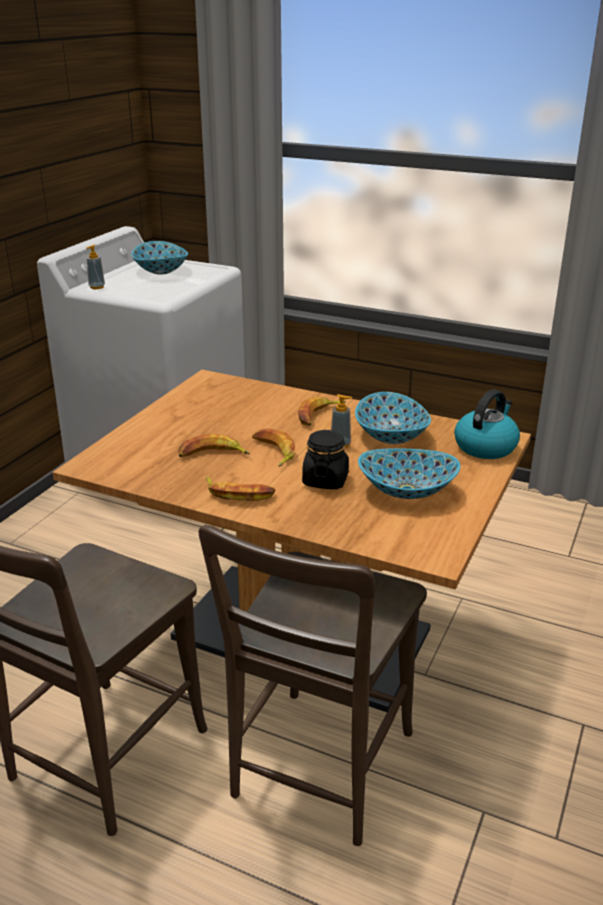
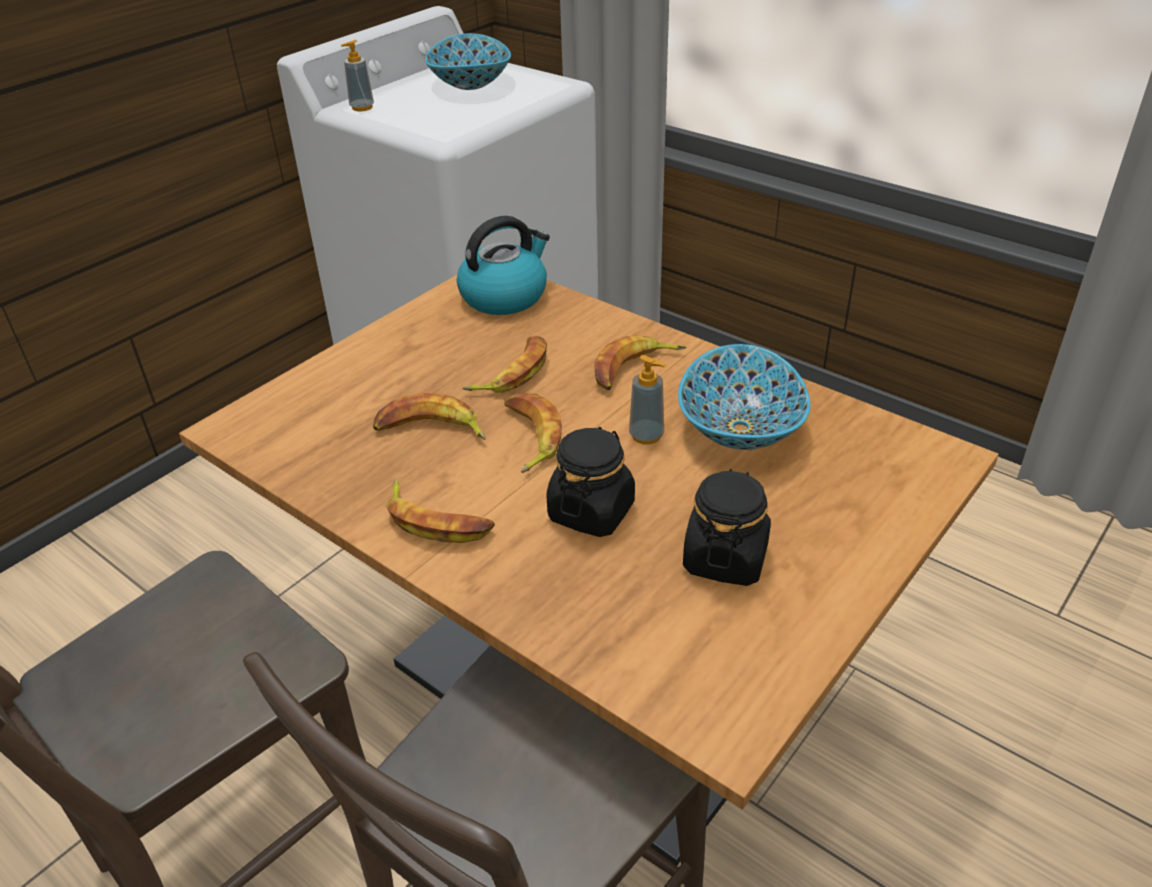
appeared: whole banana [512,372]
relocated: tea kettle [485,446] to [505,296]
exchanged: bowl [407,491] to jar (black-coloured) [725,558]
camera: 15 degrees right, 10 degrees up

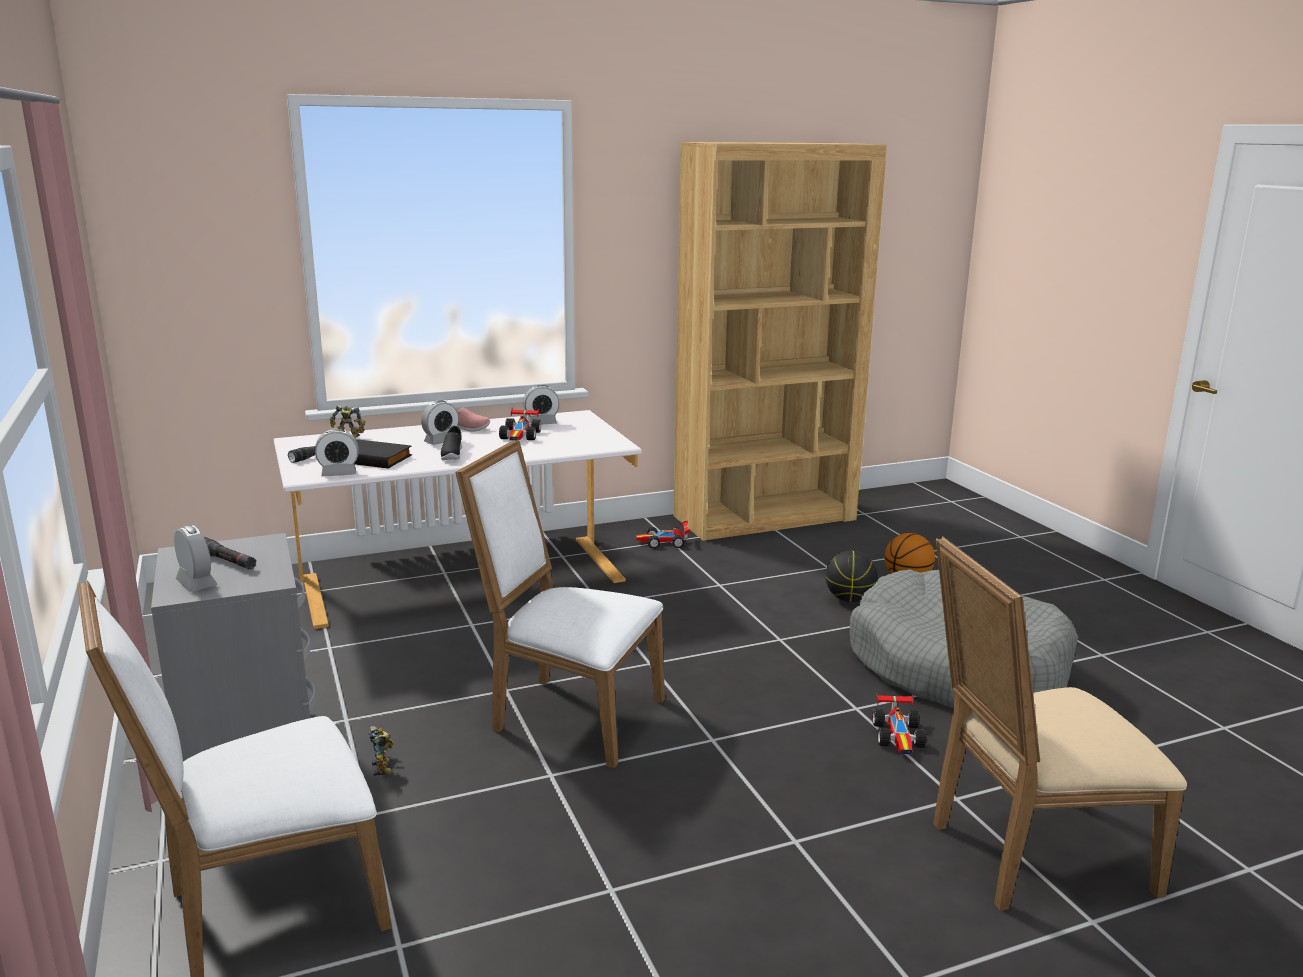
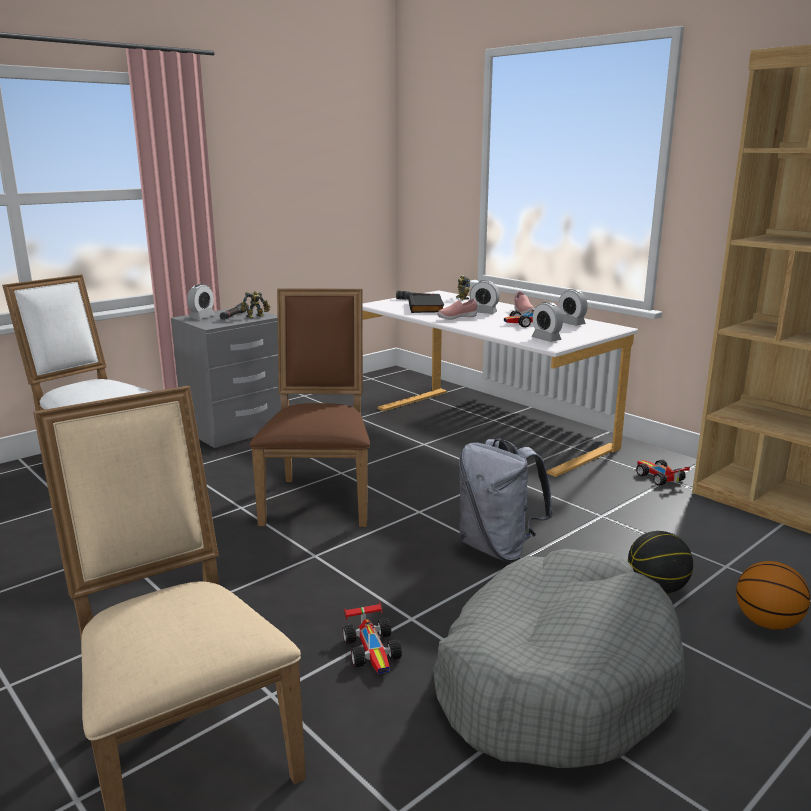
appeared: rucksack (greyish) [498,548]
relocated: bedside clock [339,473] to [546,339]; model robot [384,767] to [256,317]
colour: item of footwear (black-coloured) [451,455] to item of footwear (pink) [456,318]; chair (white) [569,715] to chair (brown) [320,498]
spun: miniature car [899,735] = [373,649] 90 degrees counterclockwise
camera: 70 degrees right, 0 degrees up

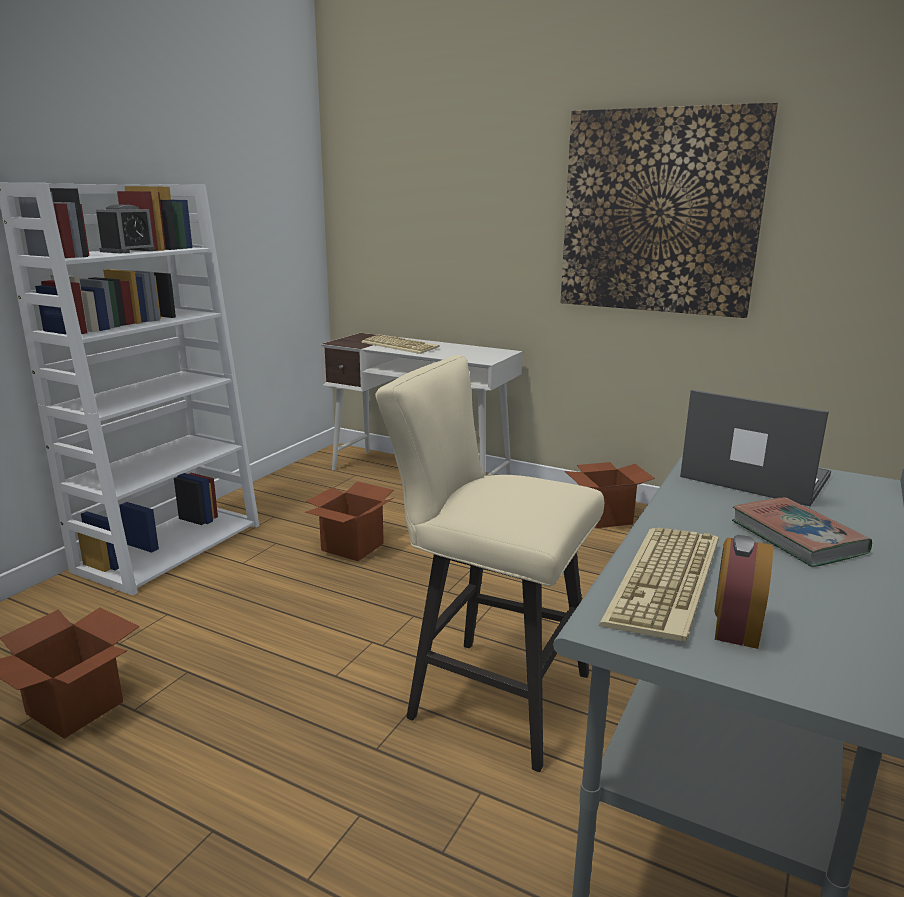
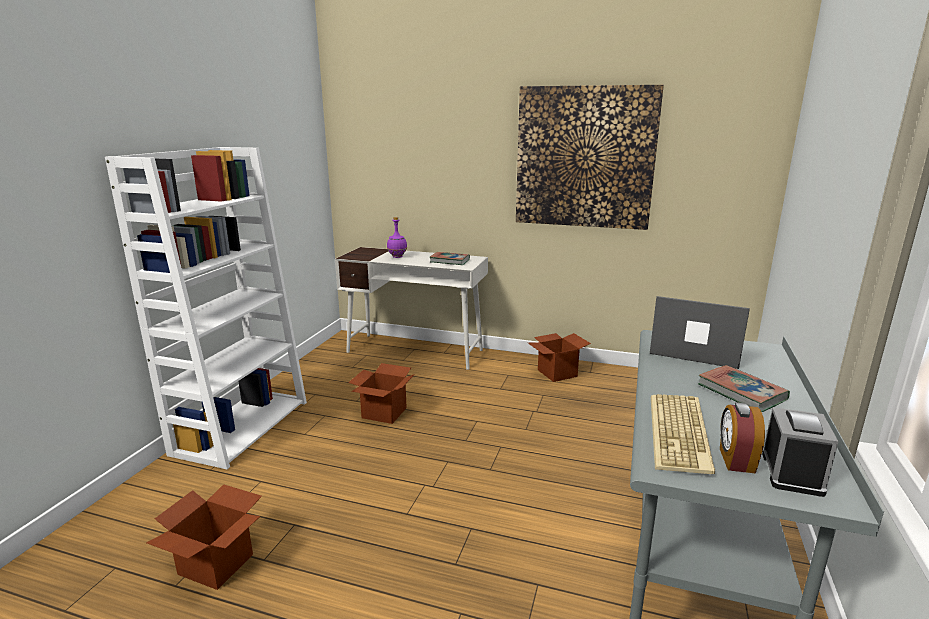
missing: sitting stool (beige-coloured) [487,694]
appeared: volume [449,261]
relocated: bedside clock [128,251] to [792,473]
exchanged: keyboard [401,345] to bottle (purple) [397,257]
camera: 10 degrees left, 0 degrees up

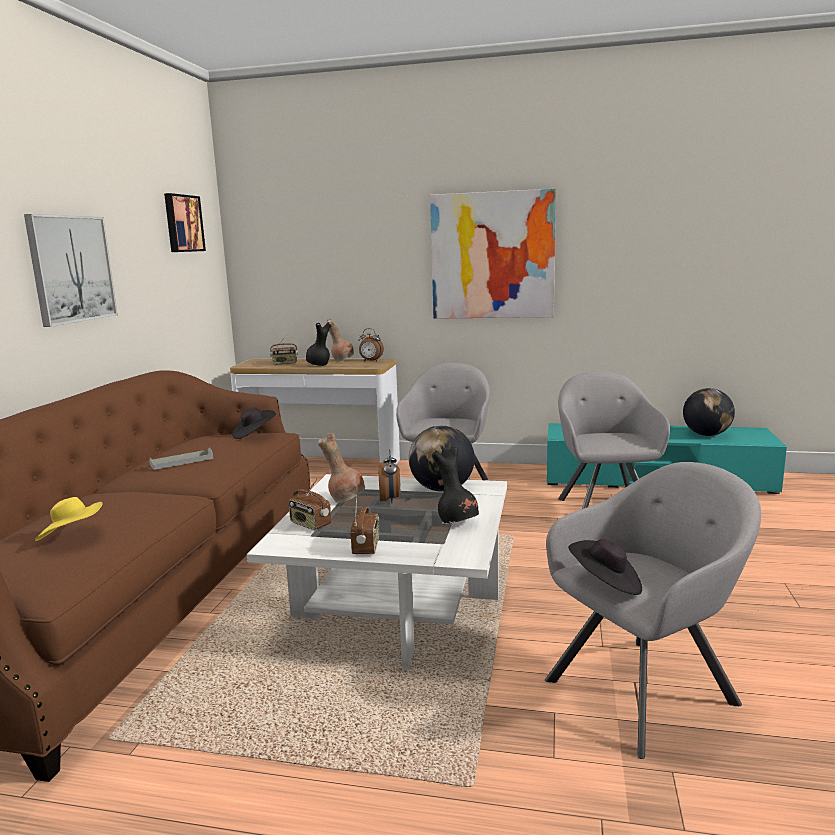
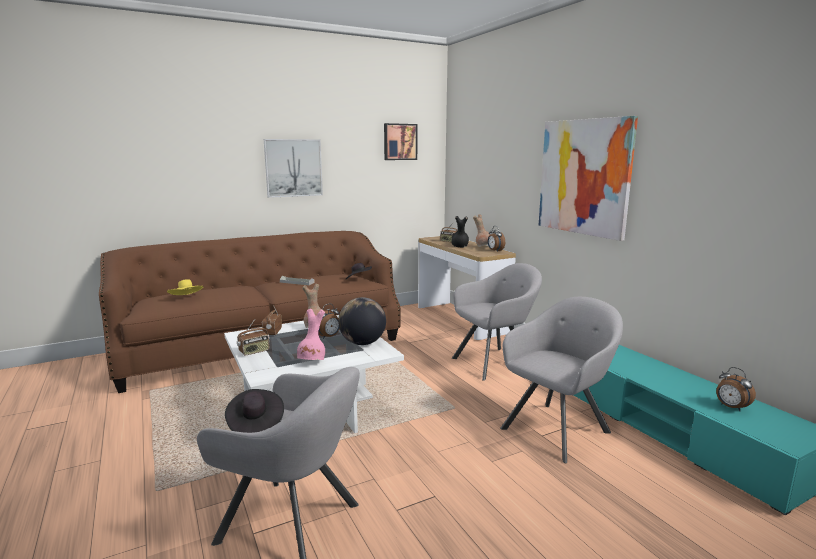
exchanged: globe [706,434] to bedside clock [731,407]
colour: decorative vase (black-coloured) [457,522] to decorative vase (pink) [312,361]
camera: 50 degrees right, 0 degrees up

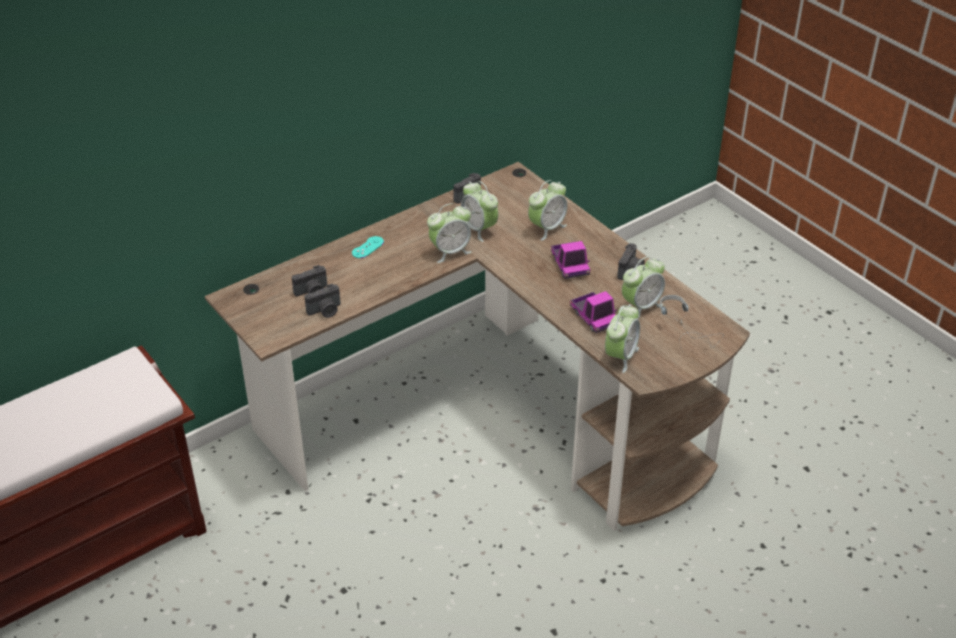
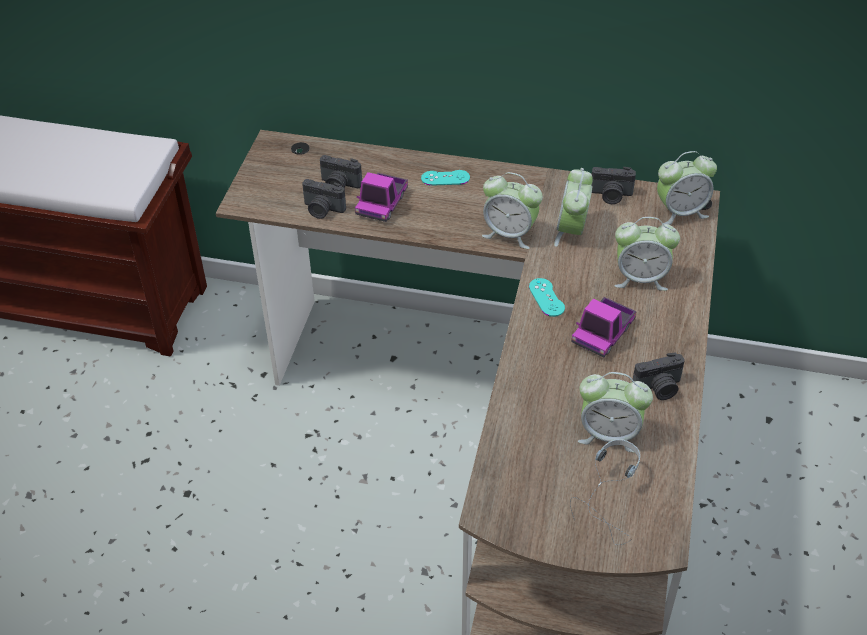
appeared: joypad (turquoise) [546,297]
relocated: toy lorry [594,318] to [382,204]; bedside clock [620,356] to [680,212]
camera: 50 degrees right, 5 degrees up

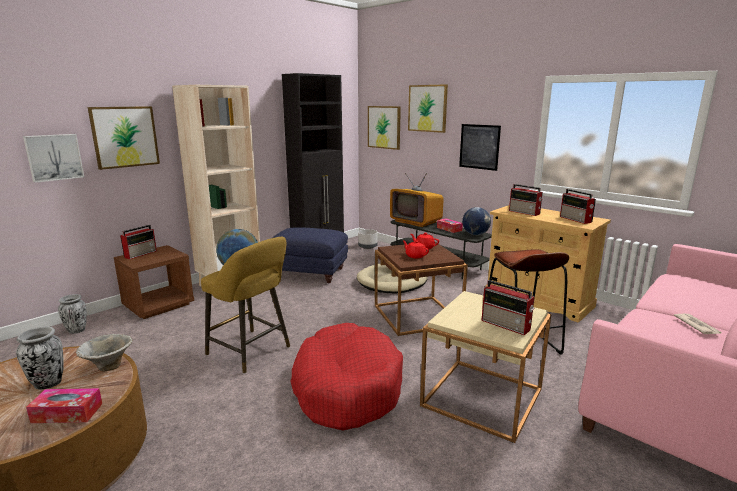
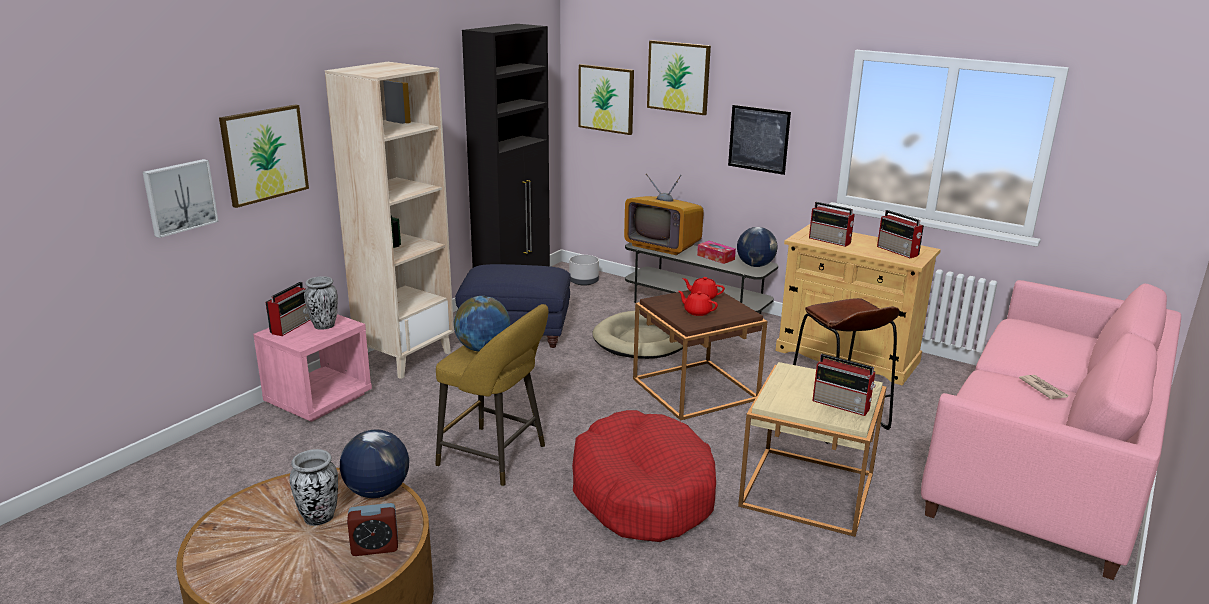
relocated: decorative vase [77,330] to [324,326]
exchanged: bowl [108,367] to globe [377,491]; tissue holder [67,413] to bedside clock [375,548]
colour: night table (brown) [159,305] to night table (pink) [319,399]
camera: 10 degrees left, 5 degrees up

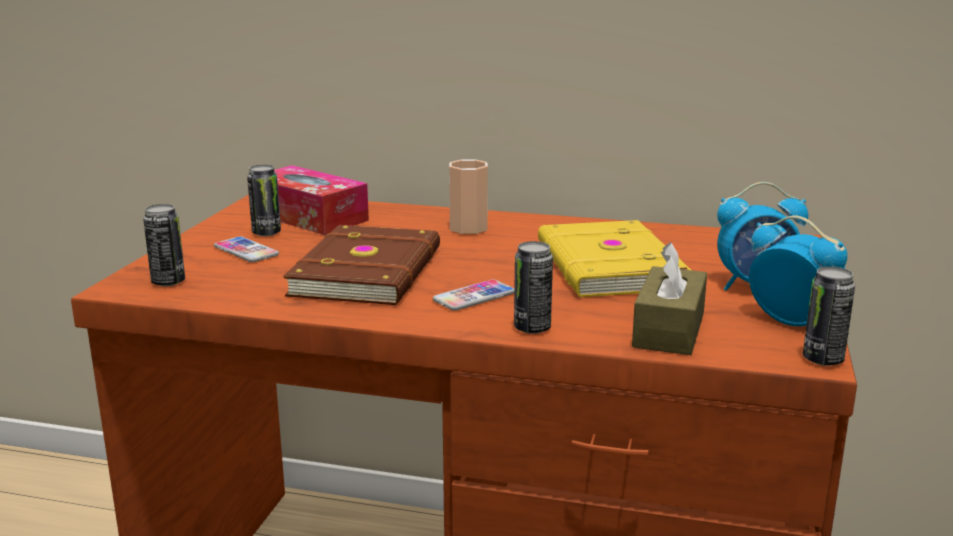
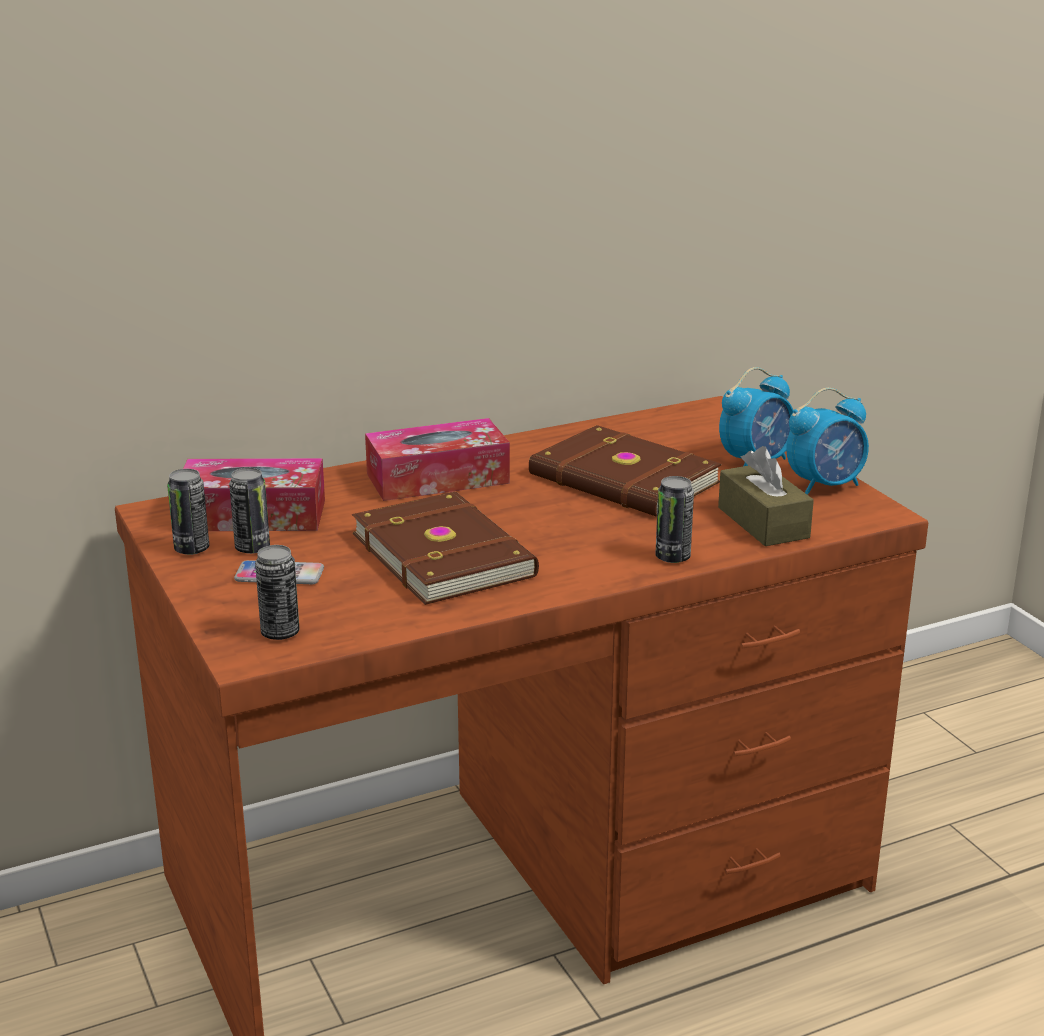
missing: handset [474,297]
relocated: can [823,359] to [192,549]
exchanged: drinking cup [468,228] to tissue holder [437,478]
colour: volume (yellow-coloured) [606,266] to volume (brown) [623,480]
spun: bedside clock [792,322] = [825,486] 150 degrees clockwise
camera: 40 degrees left, 5 degrees up

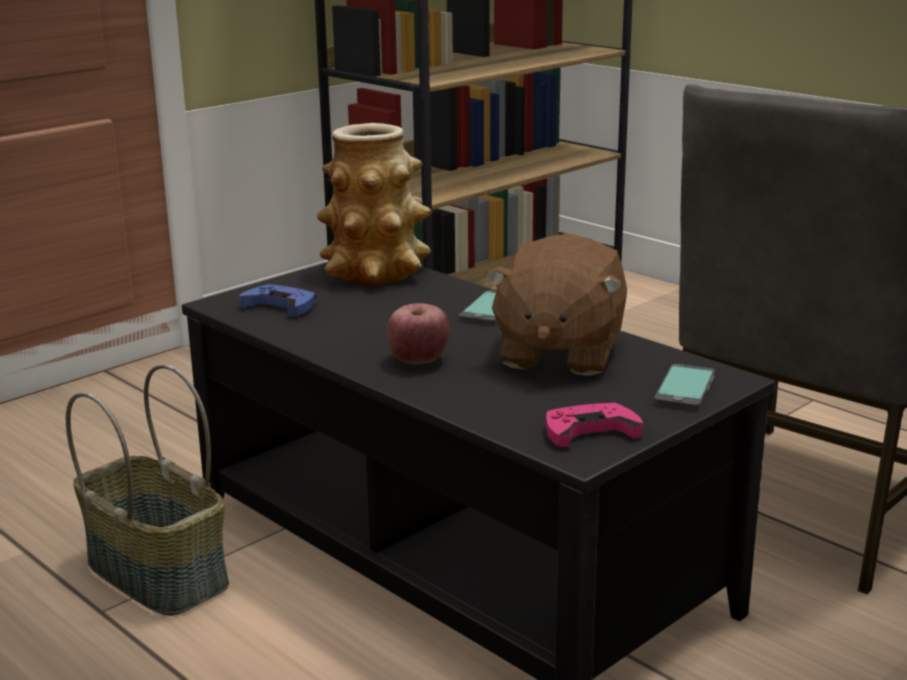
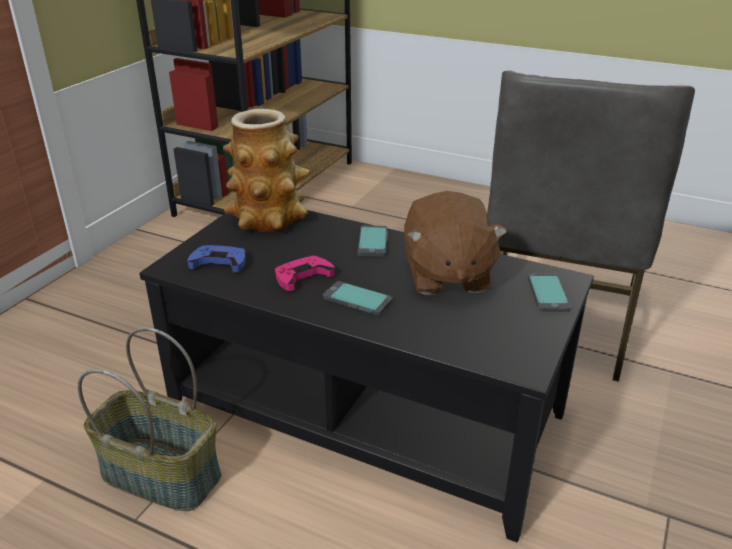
relocated: joypad (pink) [590,431] to [302,276]
exchanged: apple fruit [419,361] to handset [357,299]
camera: 20 degrees left, 10 degrees up

